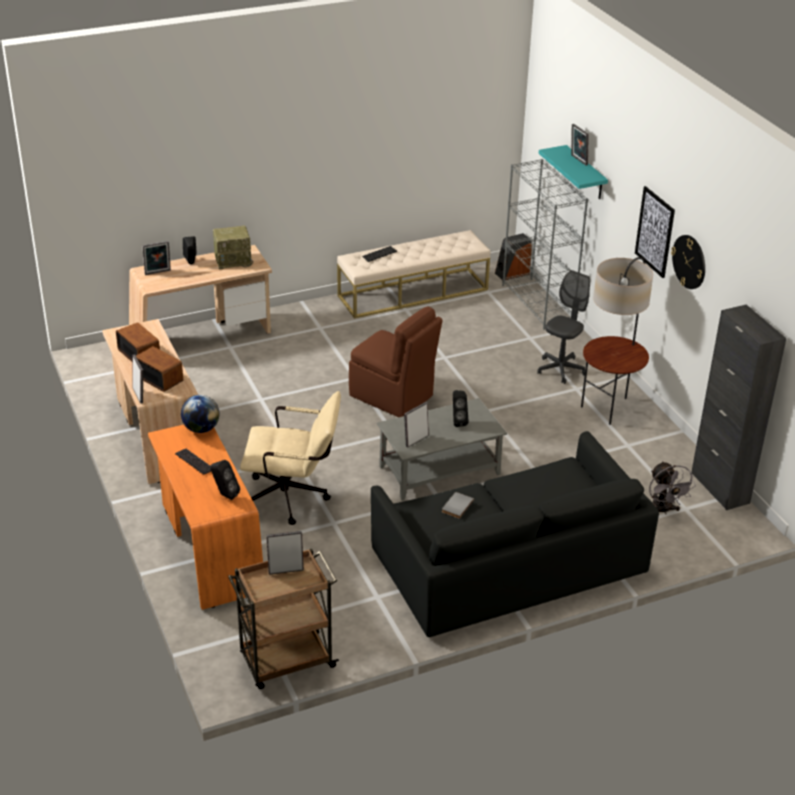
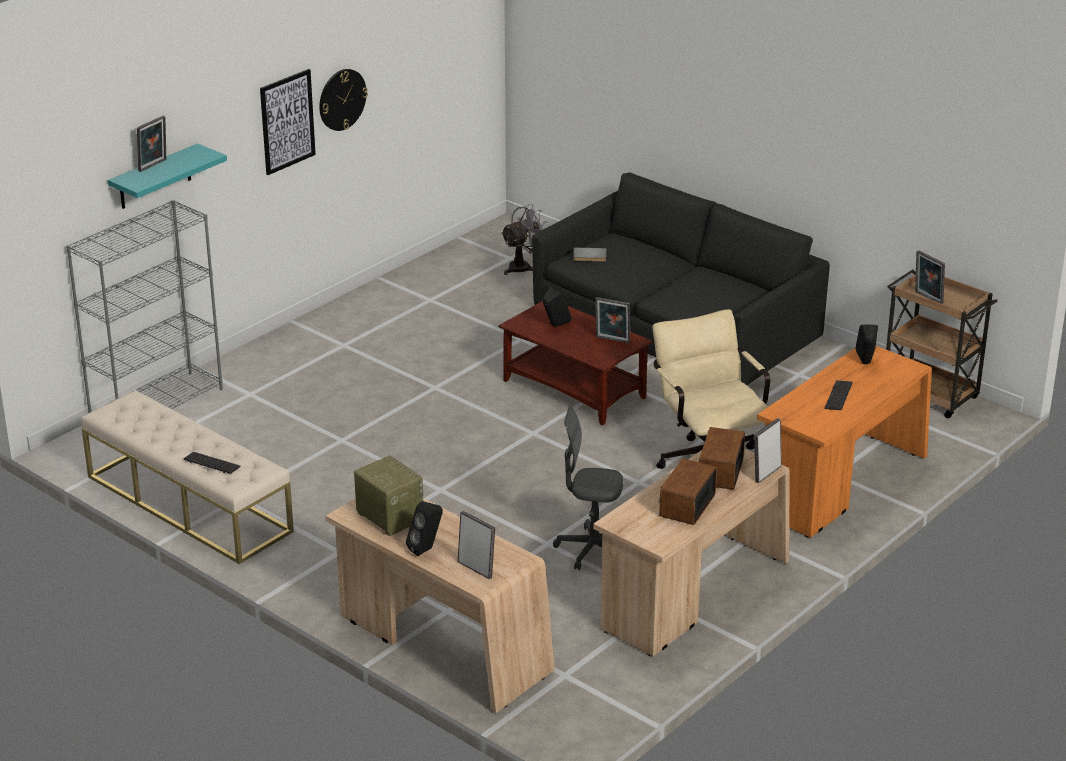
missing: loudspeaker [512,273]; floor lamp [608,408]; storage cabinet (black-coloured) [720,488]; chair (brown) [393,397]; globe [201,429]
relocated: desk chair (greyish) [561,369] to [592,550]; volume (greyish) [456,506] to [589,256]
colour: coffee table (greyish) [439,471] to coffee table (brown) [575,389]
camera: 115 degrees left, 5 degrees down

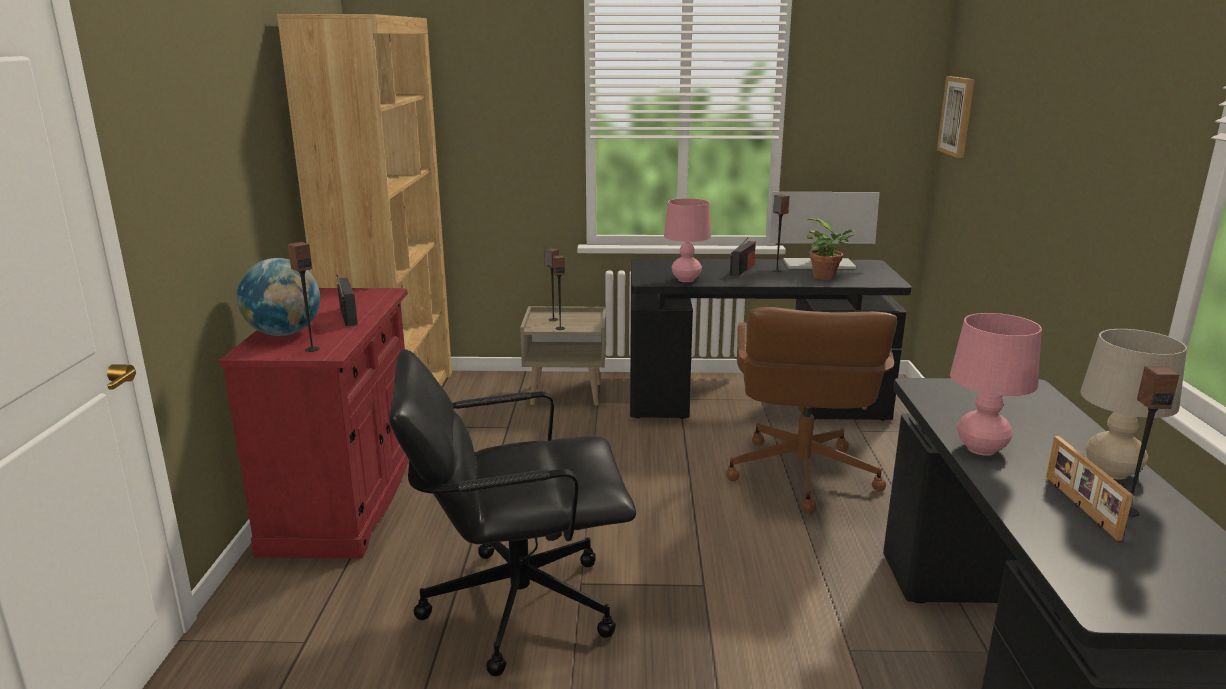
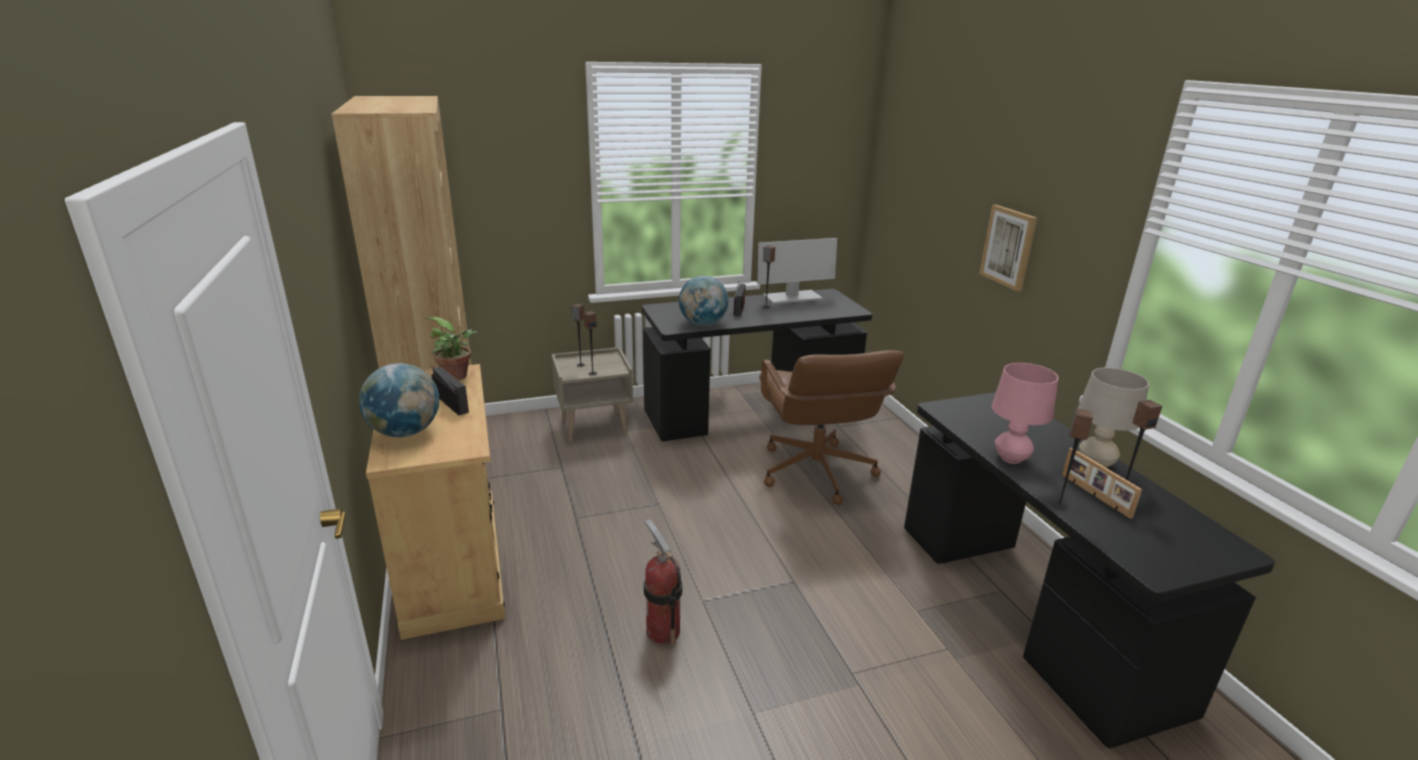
relocated: picture [957,116] to [1009,247]; plant in a pot [827,277] to [458,376]; loudspeaker [312,349] to [1058,505]
exchanged: lamp for a table (pink) [686,280] to globe [703,324]; desk chair (black-coloured) [517,605] to extinguisher [663,631]
colour: storage cabinet (red) [345,498] to storage cabinet (beige-coloured) [453,563]
camera: 20 degrees left, 5 degrees up

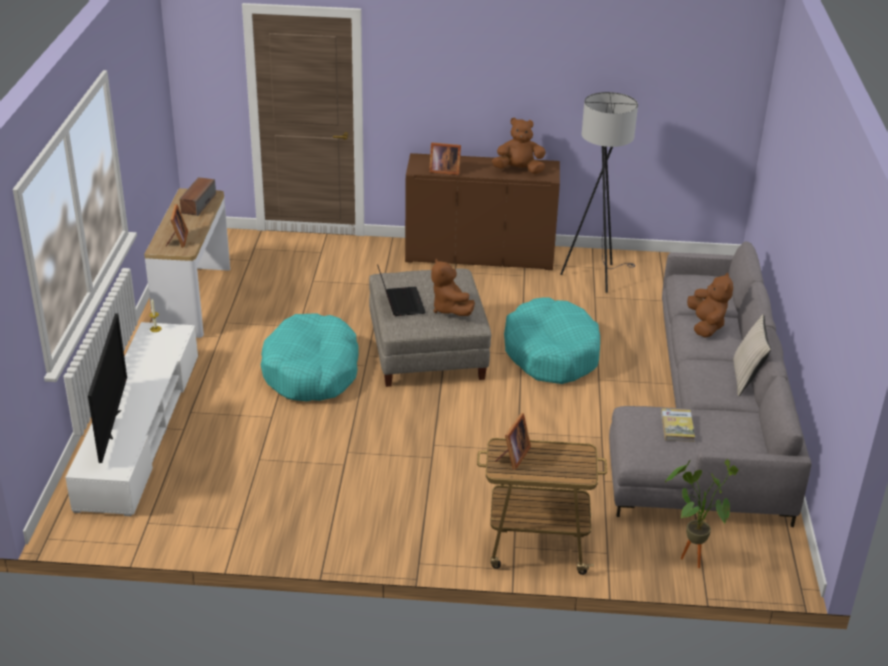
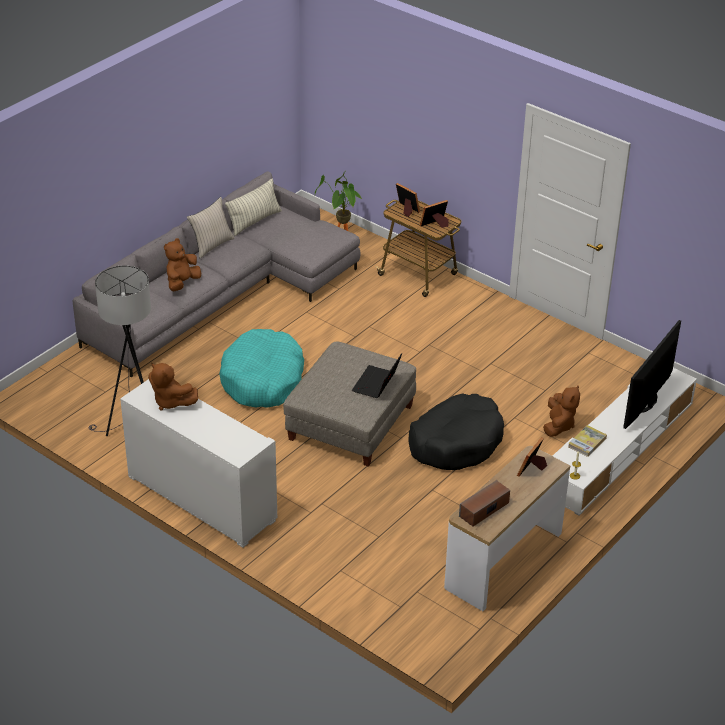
appeared: throw pillow [254,221]
relocated: picture frame [443,170] to [406,210]; cuddly toy (brown) [450,309] to [558,425]; volume [677,427] to [587,442]
colour: storage cabinet (brown) [479,255] to storage cabinet (white) [201,498]; dog bed (turquoise) [311,371] to dog bed (black-coloured) [456,442]
camera: 145 degrees left, 5 degrees up

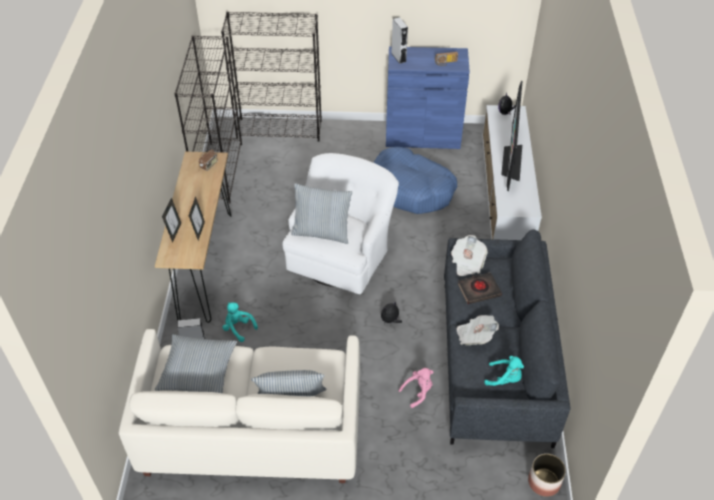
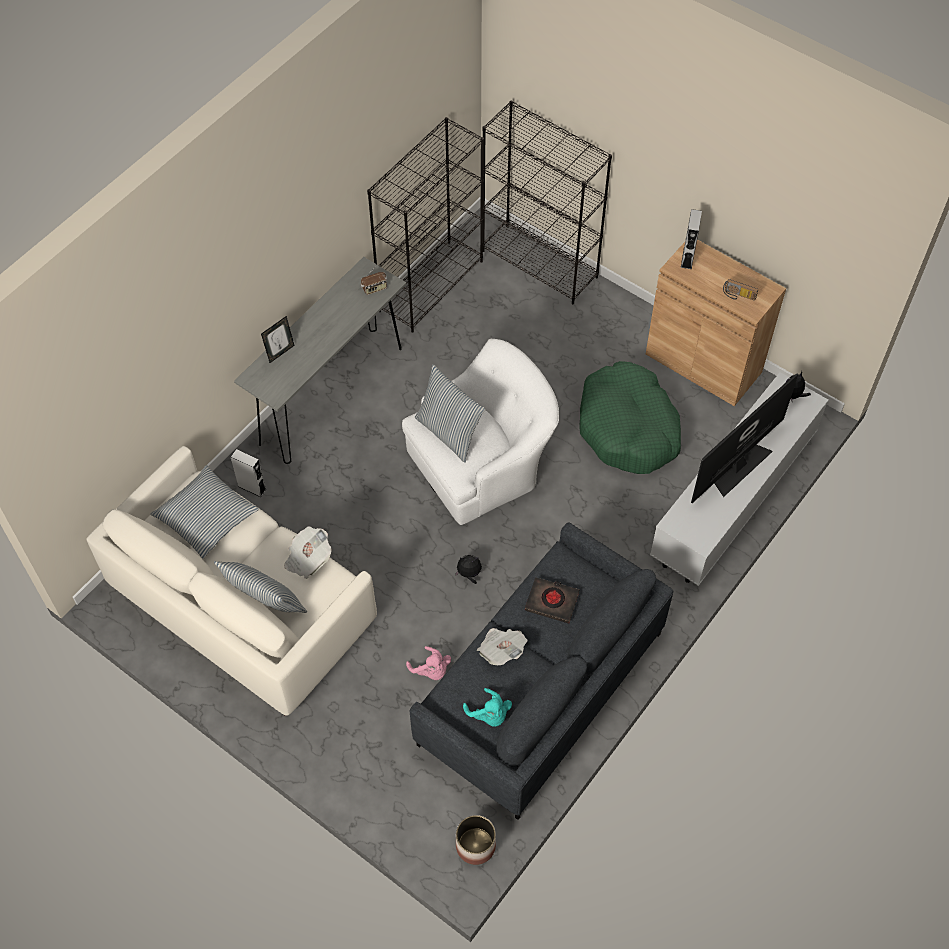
missing: picture frame [199,231]; cuddly toy (turquoise) [238,328]
relocated: daily paper [467,263] to [308,559]
colour: storage cabinet (blue) [422,135] to storage cabinet (brown) [703,363]; dog bed (blue) [412,189] to dog bed (green-coloured) [628,428]; console table (brown) [205,265] to console table (greyish) [331,395]
spun: cuddly toy (pink) [418,392] = [431,670] 45 degrees clockwise
camera: 35 degrees right, 10 degrees up

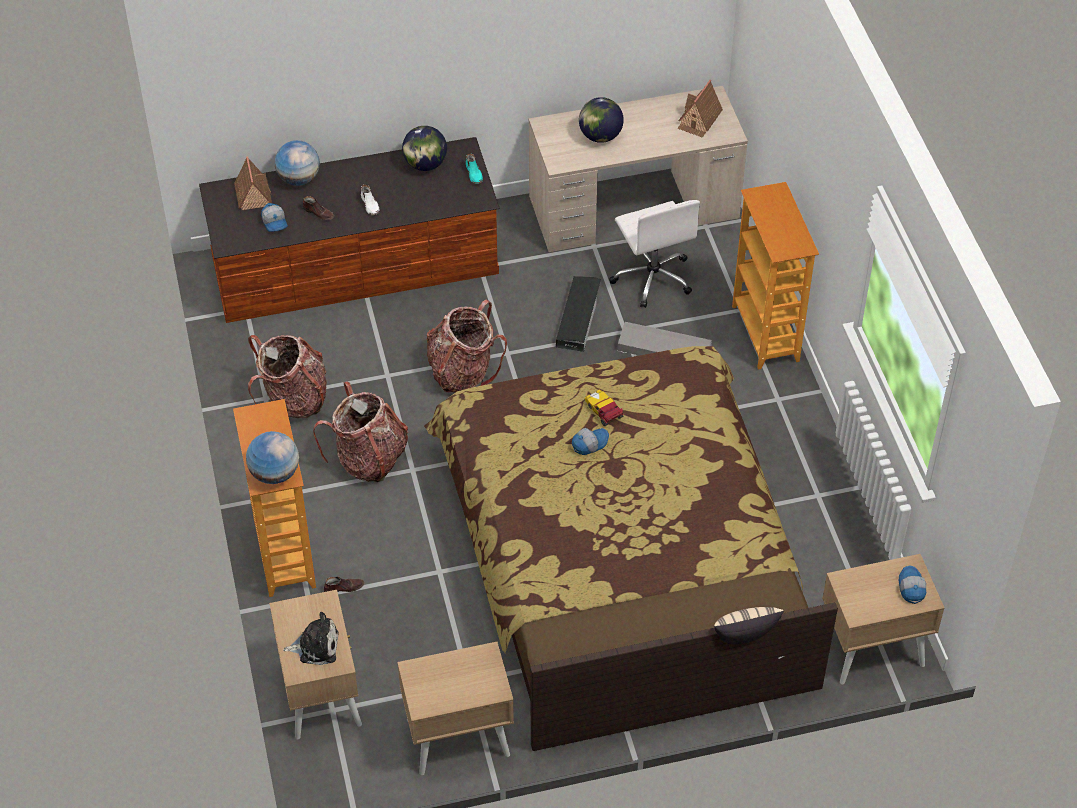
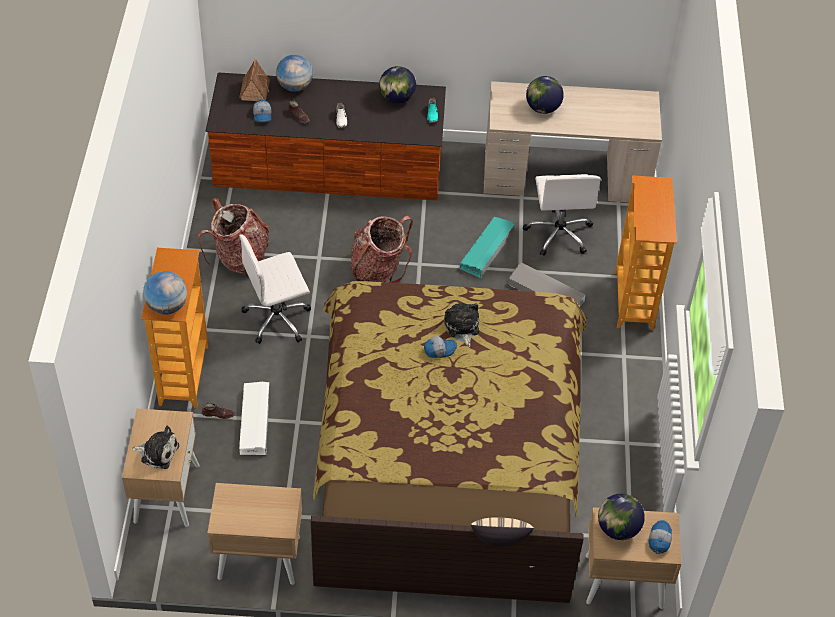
missing: miniature house [699,120]
appeared: storage bin (white) [255,421]; globe [617,529]
exchanged: rucksack [368,459] to desk chair (white) [278,319]; miniature car [604,412] to cuddly toy [462,327]
colour: storage bin (black-coloured) [578,317] to storage bin (turquoise) [487,250]
camera: 15 degrees right, 0 degrees up

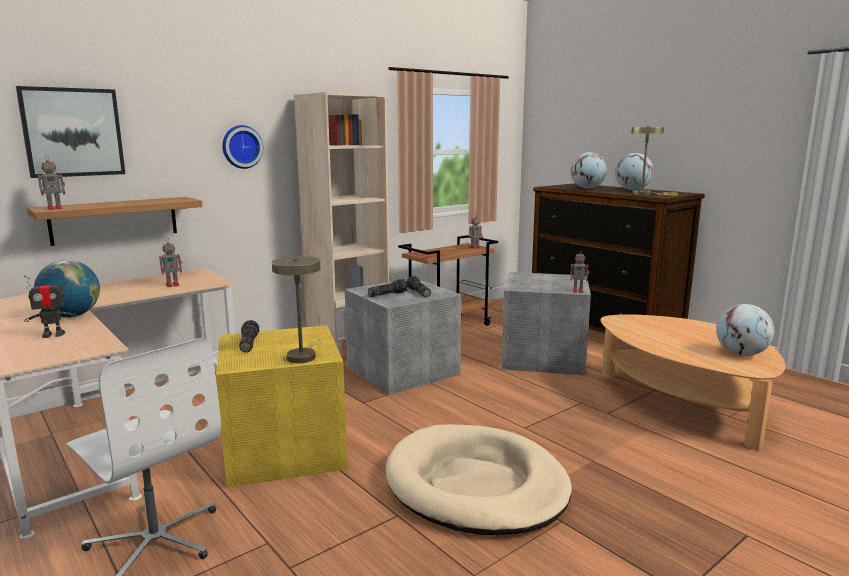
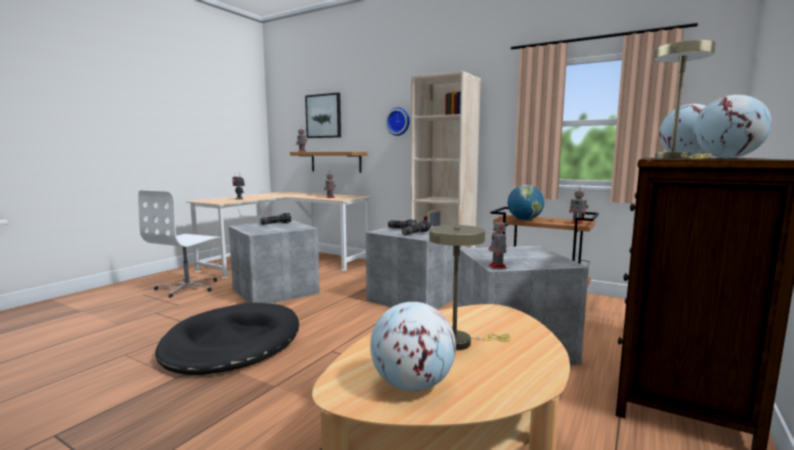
relocated: lamp for a table (beige-coloured) [303,356] to [460,342]; globe [71,316] to [524,220]
colour: storage bin (yellow-coloured) [282,449] to storage bin (greyish) [276,290]; dog bed (beige-coloured) [476,485] to dog bed (black-coloured) [232,343]
camera: 70 degrees right, 5 degrees down

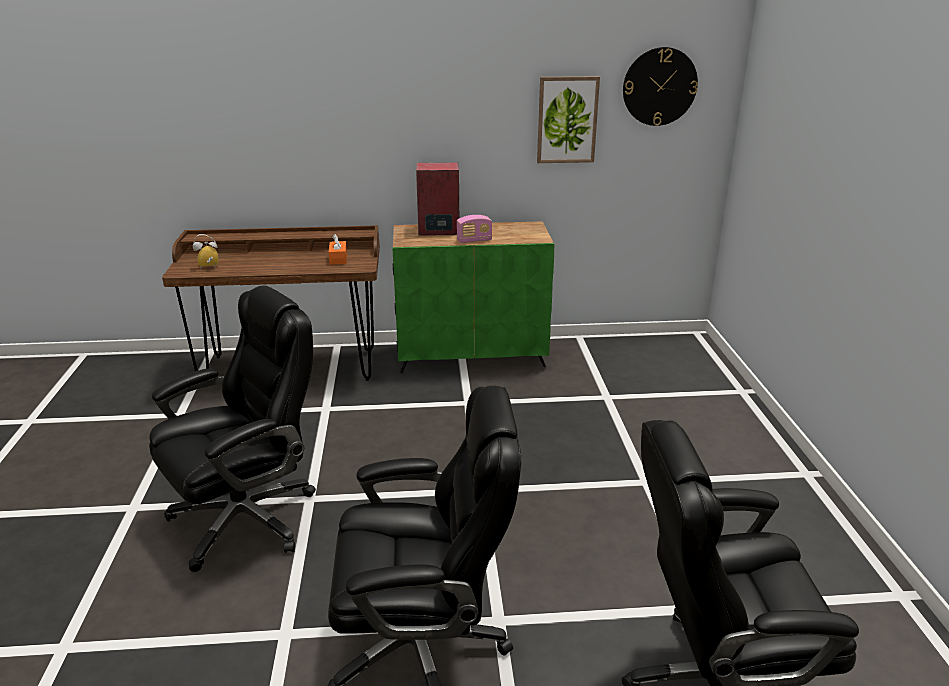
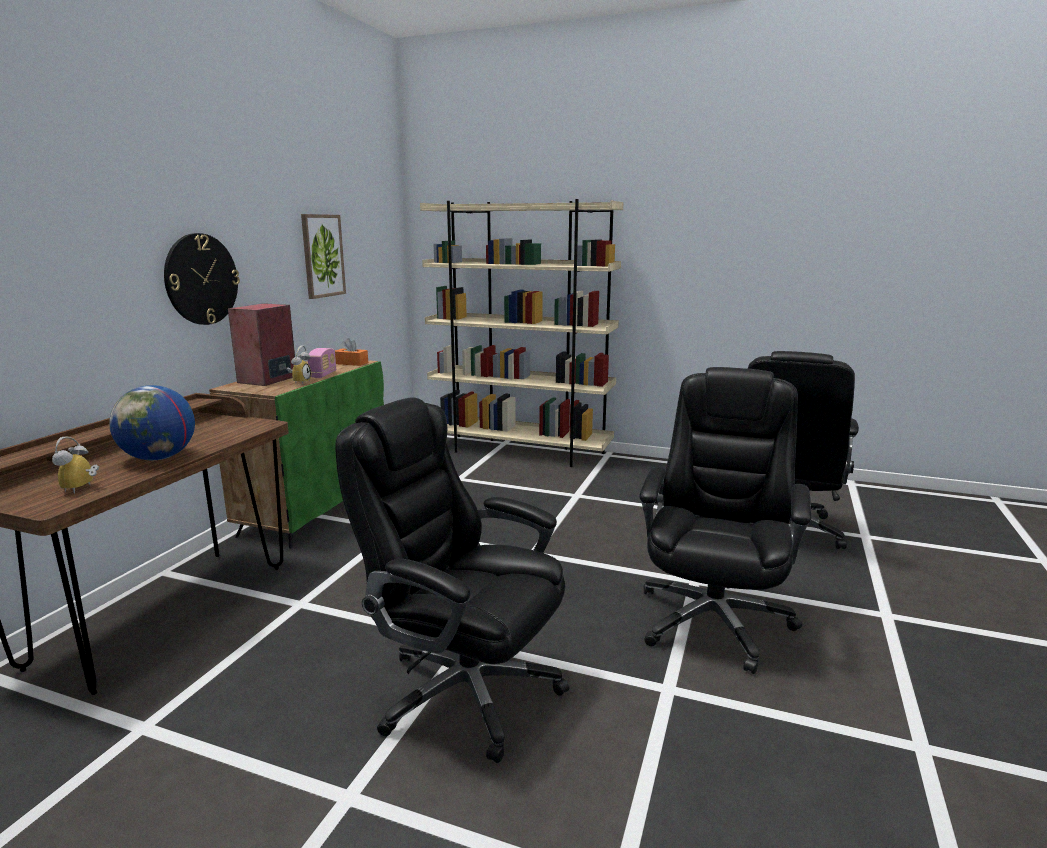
appeared: bookshelf (beige-coloured) [521,451]; bedside clock [300,382]; globe [159,458]
relocated: wall clock [659,86] to [201,279]; tissue holder (orangey) [338,259] to [351,363]
spun: desk chair (black-coloured) [247,518] = [464,690] 45 degrees counterclockwise
camera: 65 degrees left, 10 degrees down

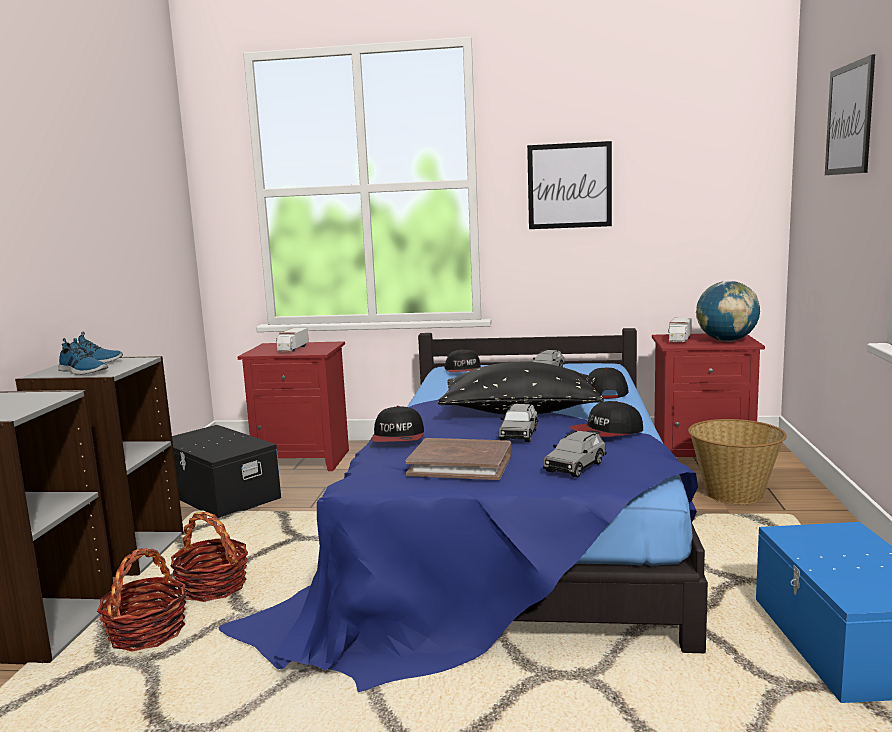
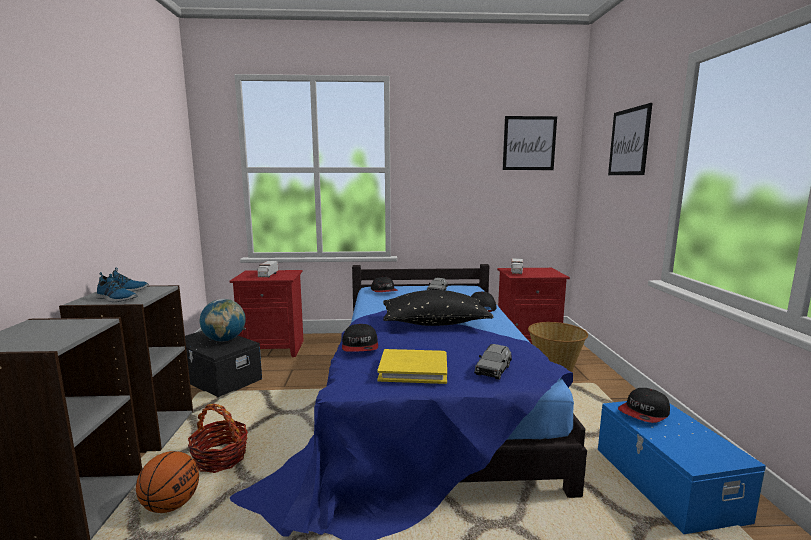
missing: miniature car (greyish) [519,435]
relocated: picture [569,186] to [529,143]; globe [726,341] to [224,340]; peaked cap [607,432] to [644,413]
exchanged: basket [147,632] to basketball ball [171,505]
colour: volume (brown) [460,464] to volume (yellow-coloured) [413,369]
camera: 10 degrees left, 0 degrees up

